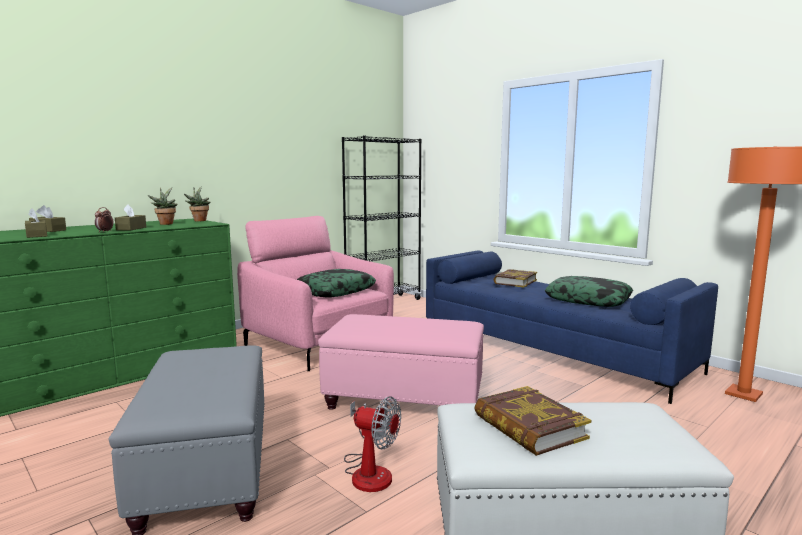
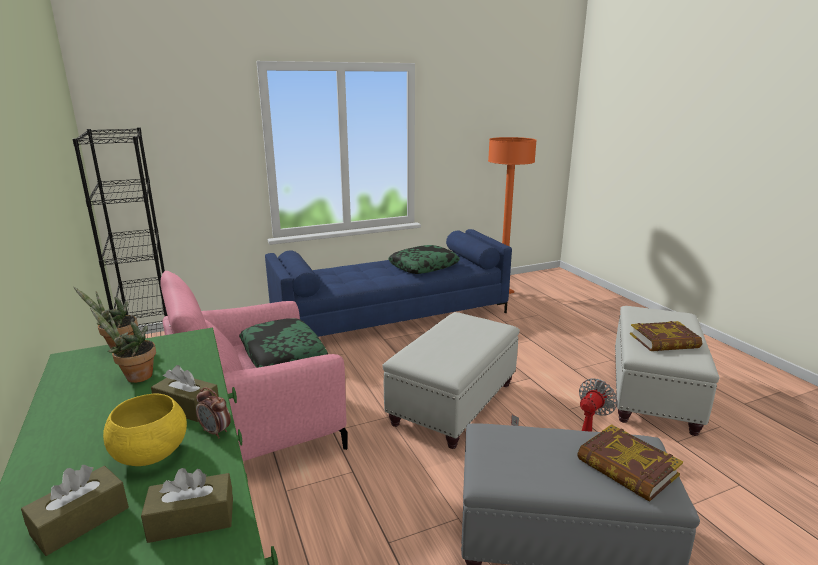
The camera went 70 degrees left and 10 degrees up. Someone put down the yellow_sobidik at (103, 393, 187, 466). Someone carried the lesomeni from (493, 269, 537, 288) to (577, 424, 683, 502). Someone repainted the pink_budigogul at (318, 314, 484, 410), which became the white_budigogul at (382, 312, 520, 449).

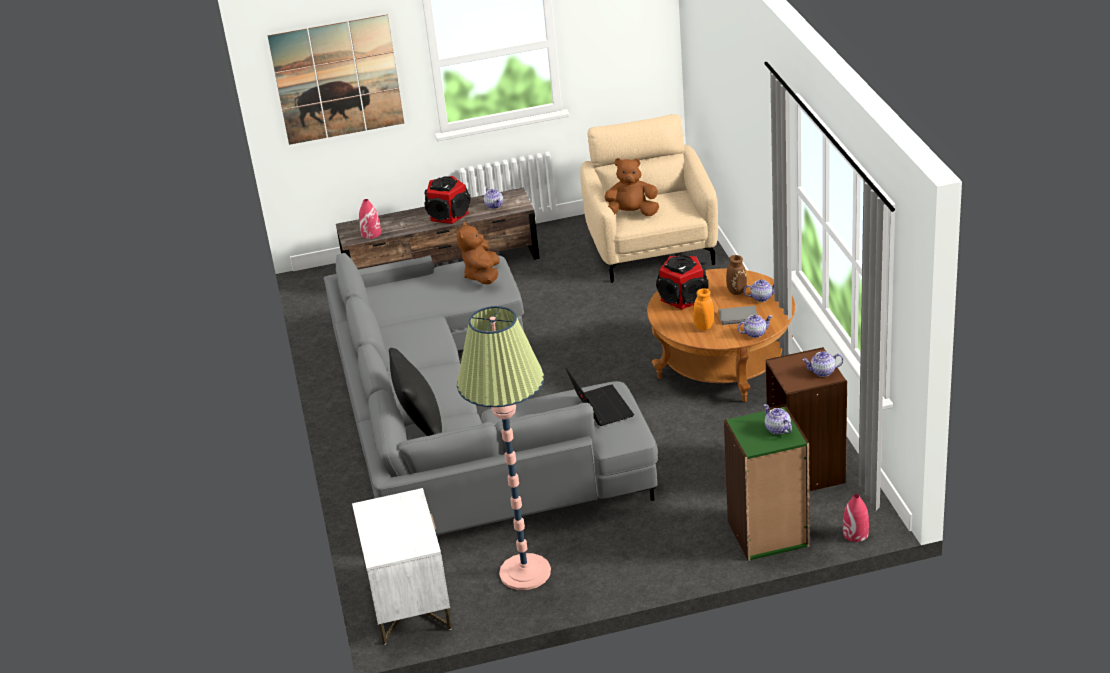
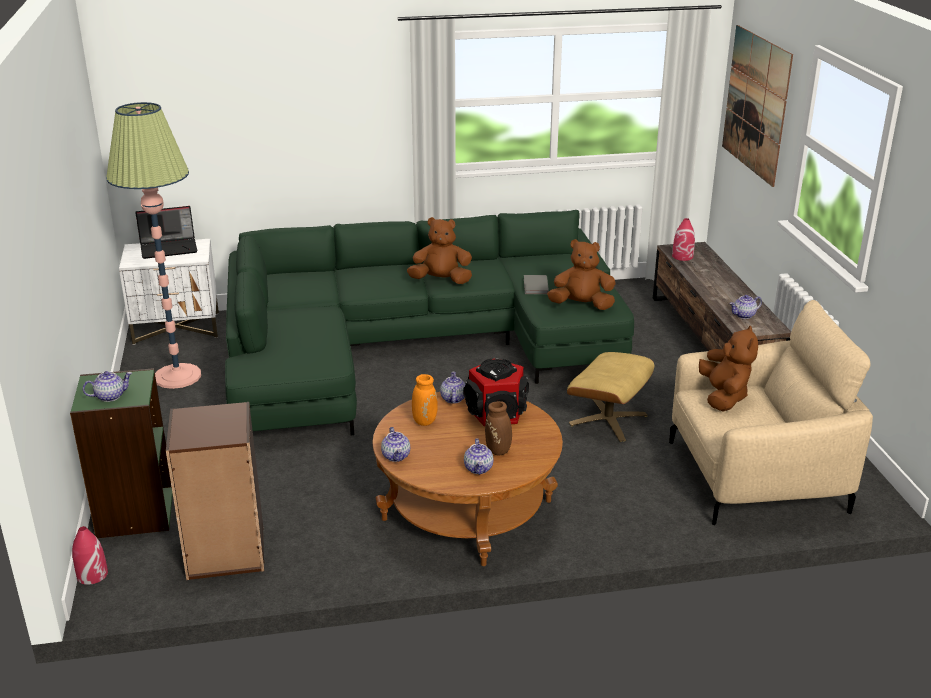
The camera went 90 degrees right and 5 degrees down. Someone took away the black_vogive at (389, 348, 442, 436). Someone took away the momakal at (424, 176, 471, 224). Someone put down the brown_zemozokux at (407, 217, 472, 284). Someone put down the beige_budigogul at (567, 352, 654, 442). Someone carried the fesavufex from (566, 368, 634, 426) to (135, 206, 197, 259). Someone carried the grey_lesomeni from (718, 306, 757, 325) to (524, 275, 549, 294). Someone carried the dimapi from (802, 351, 843, 377) to (440, 371, 465, 403). Someone repainted the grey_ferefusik at (324, 253, 658, 535), which became the green_ferefusik at (225, 210, 634, 435).

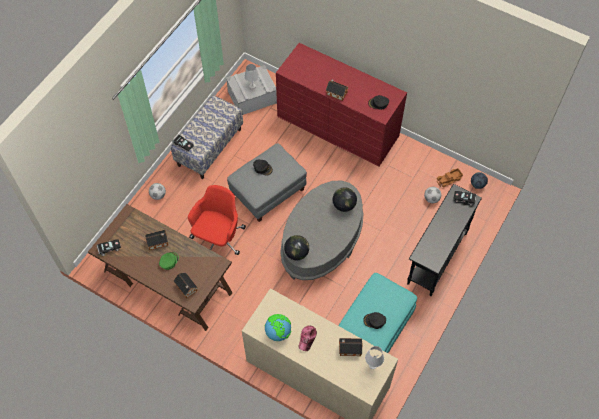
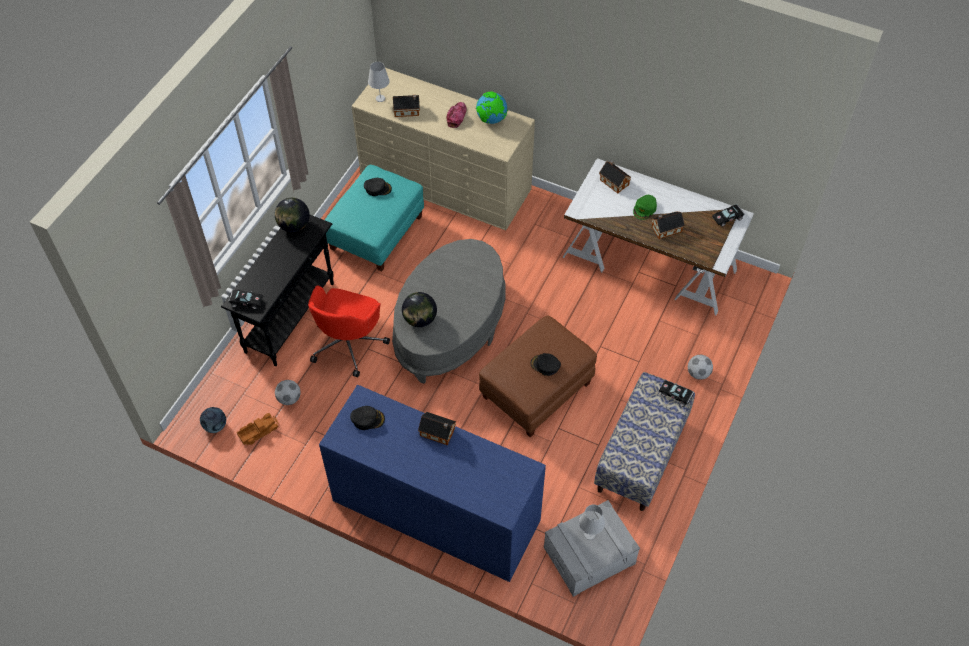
The camera went 175 degrees right and 5 degrees down. Someone carried the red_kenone from (188, 185, 246, 255) to (308, 285, 390, 377). Someone carried the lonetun from (284, 235, 309, 260) to (275, 198, 310, 232). Someone repainted the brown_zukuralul at (88, 204, 233, 331), which became the white_zukuralul at (562, 158, 754, 315). Someone repainted the grey_budigogul at (227, 143, 307, 222), which became the brown_budigogul at (479, 316, 597, 437). Someone repainted the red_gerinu at (276, 43, 407, 166), which became the blue_gerinu at (319, 385, 546, 582).

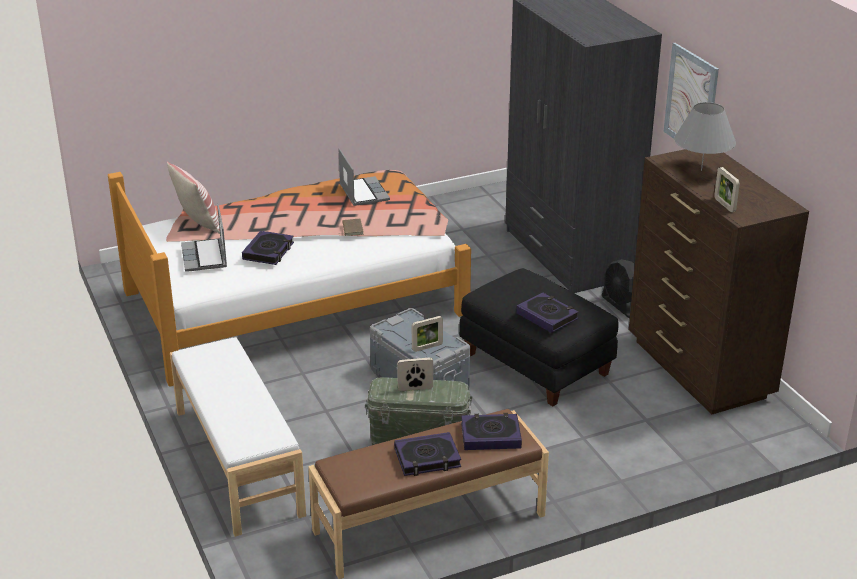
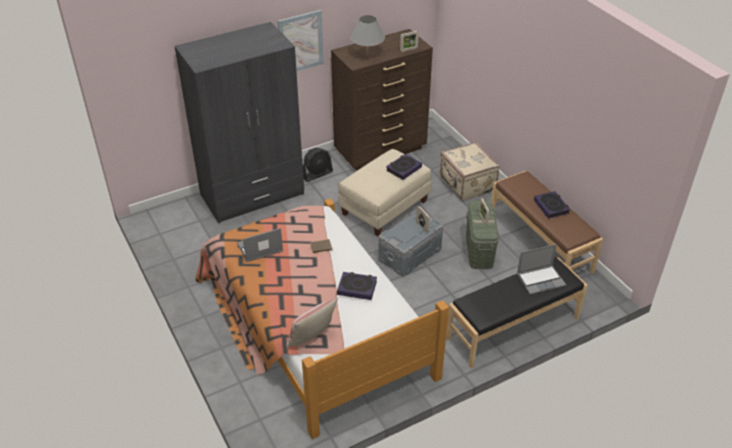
The camera went 95 degrees left and 10 degrees up. Someone took away the lesomeni at (461, 413, 522, 450). Someone put down the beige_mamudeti at (440, 142, 500, 201). Someone carried the fesavufex from (181, 203, 227, 272) to (517, 244, 566, 295). Someone repainted the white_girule at (170, 337, 306, 537), which became the black_girule at (446, 257, 587, 368). Someone repainted the black_budigogul at (459, 268, 618, 406), which became the beige_budigogul at (338, 149, 432, 236).

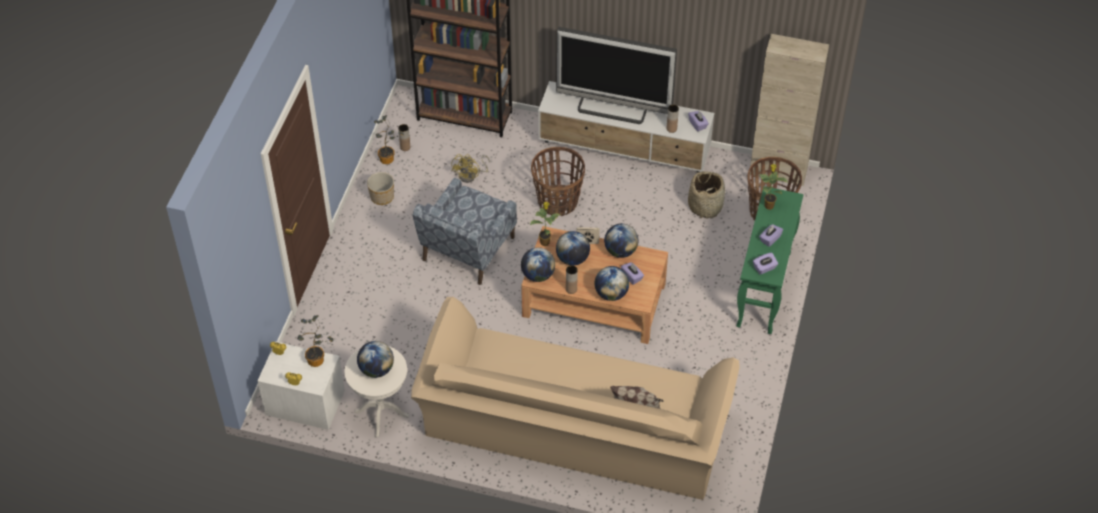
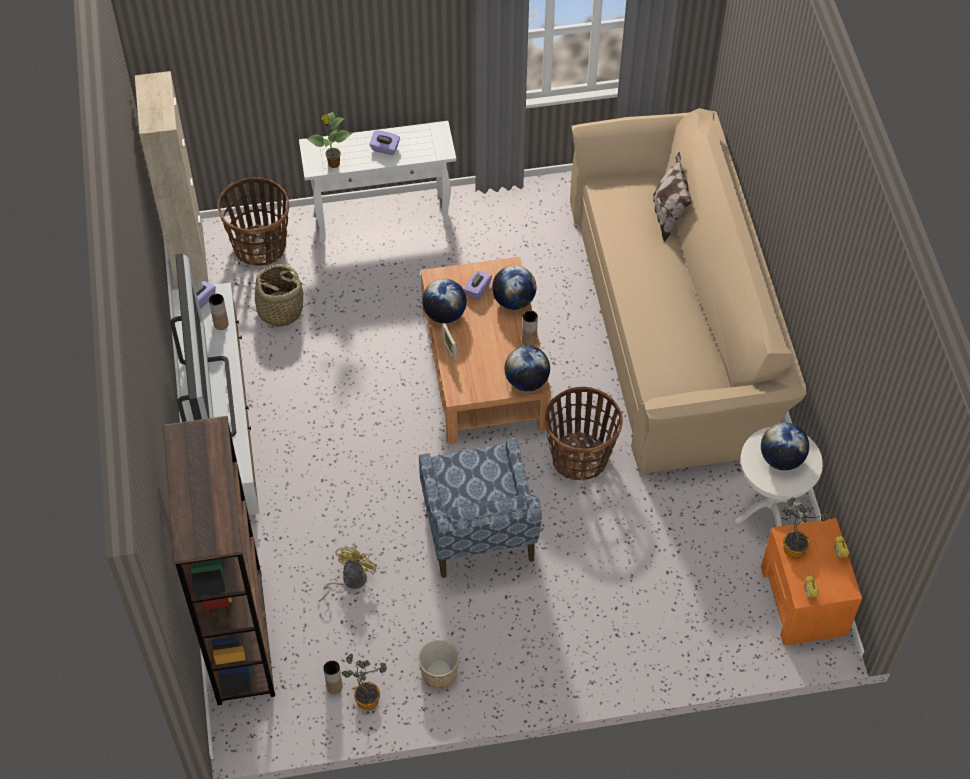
The camera went 115 degrees left and 5 degrees up. Someone took away the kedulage at (530, 202, 561, 246). Someone took away the lonetun at (556, 231, 590, 266). Someone took away the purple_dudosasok at (753, 253, 778, 275). Someone carried the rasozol from (531, 147, 585, 216) to (545, 387, 623, 480). Someone repainted the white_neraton at (257, 342, 345, 430), which became the orange_neraton at (761, 518, 862, 645). Someone repainted the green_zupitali at (736, 186, 804, 334), which became the white_zupitali at (299, 121, 456, 243). Someone rotated the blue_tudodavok at (413, 178, 517, 285) by 75 degrees clockwise. Someone rotated the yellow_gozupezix at (451, 154, 490, 183) by 60 degrees counterclockwise.

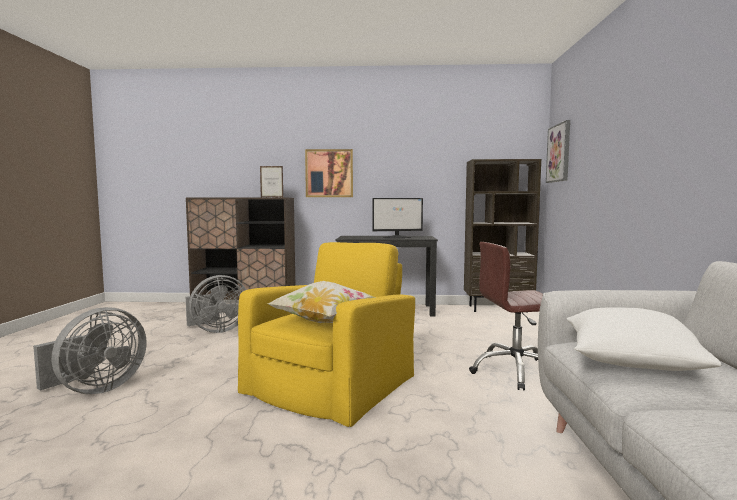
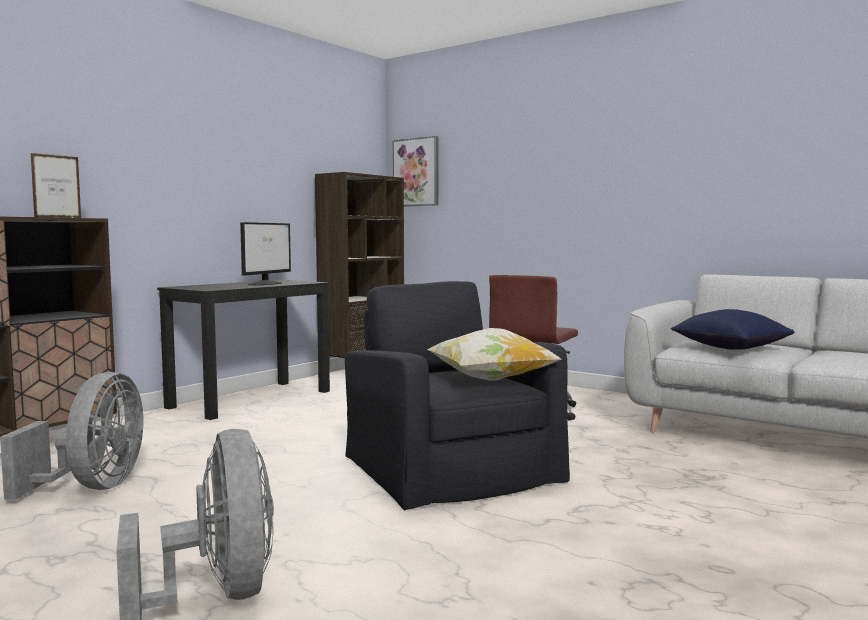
The camera went 55 degrees left and 0 degrees up. Someone took away the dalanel at (305, 149, 353, 197). Someone repainted the yellow_tudodavok at (238, 242, 415, 427), which became the black_tudodavok at (345, 281, 570, 511). Someone repainted the white_vogive at (567, 307, 721, 371), which became the blue_vogive at (671, 309, 795, 350).

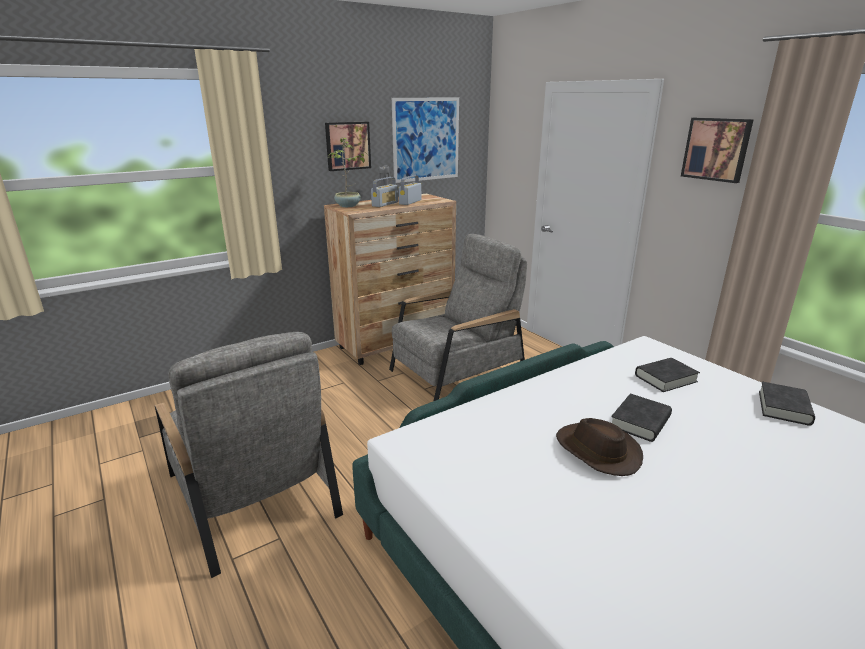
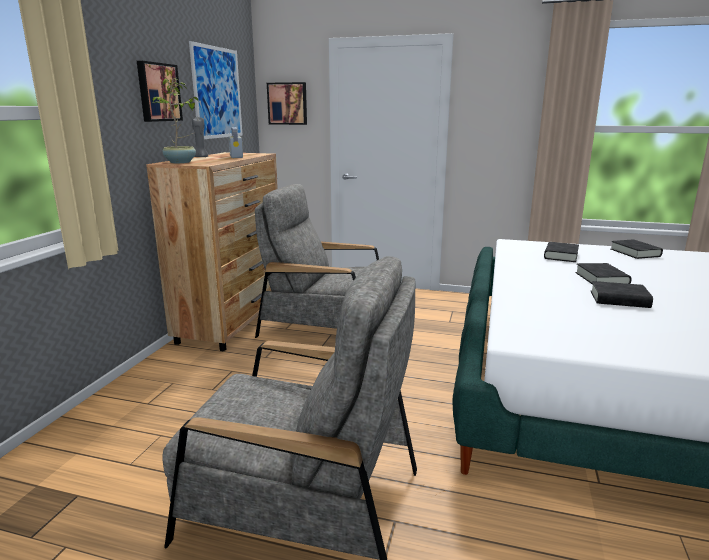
The camera went 40 degrees left and 5 degrees down. Someone took away the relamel at (371, 177, 398, 207). Someone carried the dalanel from (681, 118, 754, 183) to (267, 82, 307, 125). Someone swapped the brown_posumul at (556, 418, 643, 476) for the black_lesomeni at (591, 281, 653, 308). Someone rotated the grey_tudodavok at (389, 234, 527, 401) by 90 degrees counterclockwise.

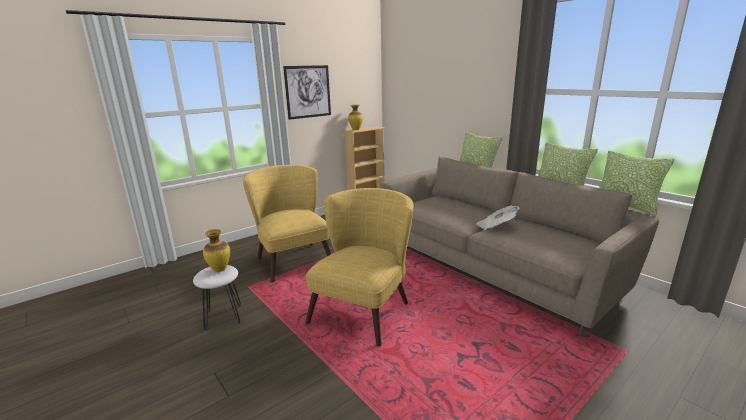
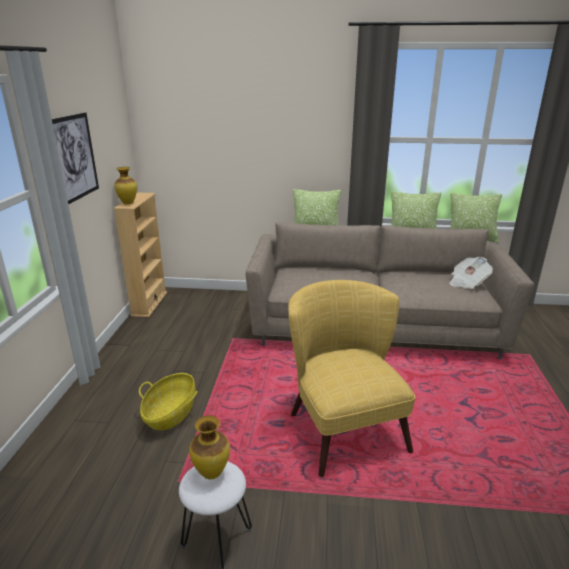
The camera went 45 degrees left and 5 degrees up. Someone carried the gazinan from (476, 205, 520, 230) to (449, 257, 493, 289). Someone swapped the yellow_tudodavok at (243, 165, 331, 282) for the rasozol at (139, 373, 198, 430).

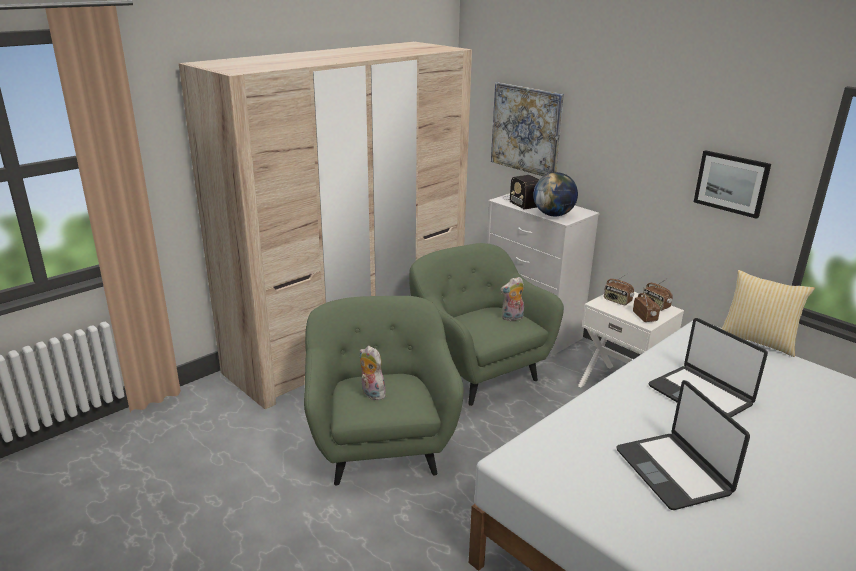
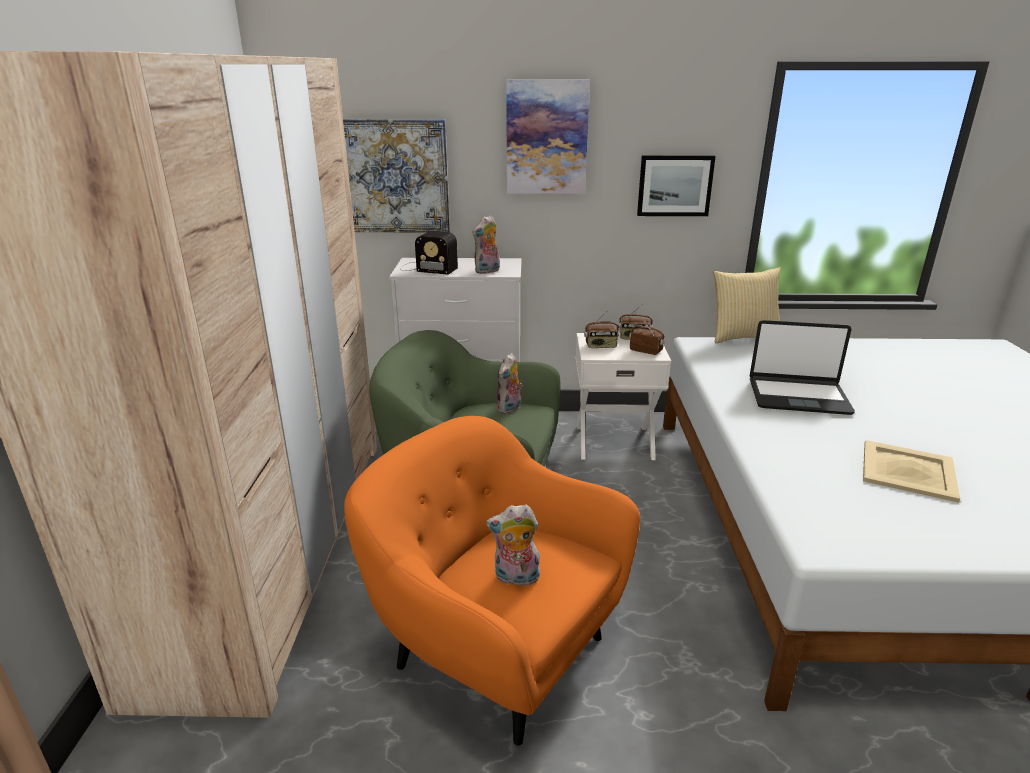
The camera went 45 degrees left and 0 degrees up. Someone put up the dalanel at (506, 79, 590, 194). Someone swapped the lonetun at (533, 172, 578, 216) for the zemozokux at (472, 215, 500, 274). Someone swapped the fesavufex at (616, 380, 750, 510) for the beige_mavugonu at (863, 440, 960, 503). Someone repainted the green_tudodavok at (304, 296, 464, 486), which became the orange_tudodavok at (344, 416, 640, 746).

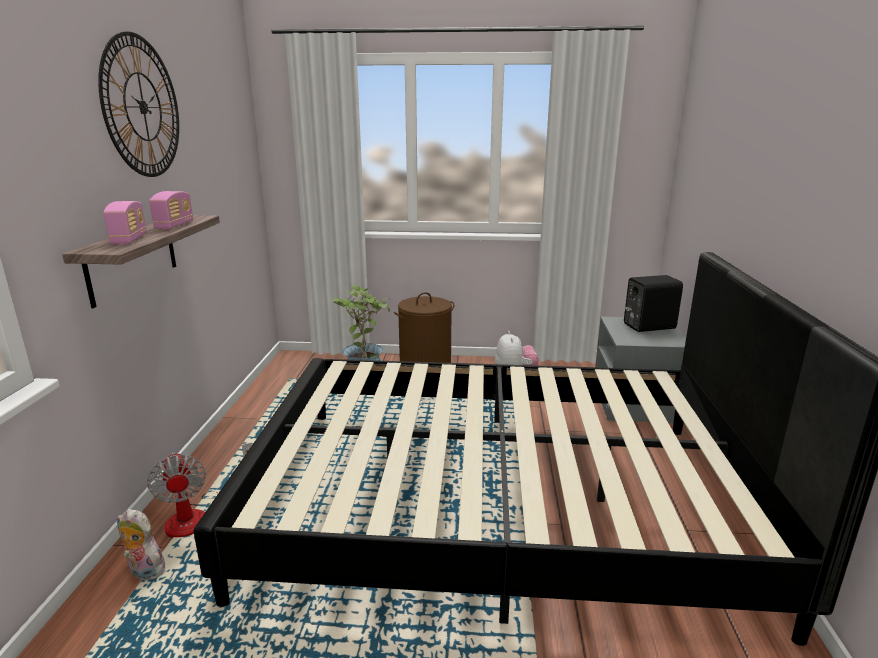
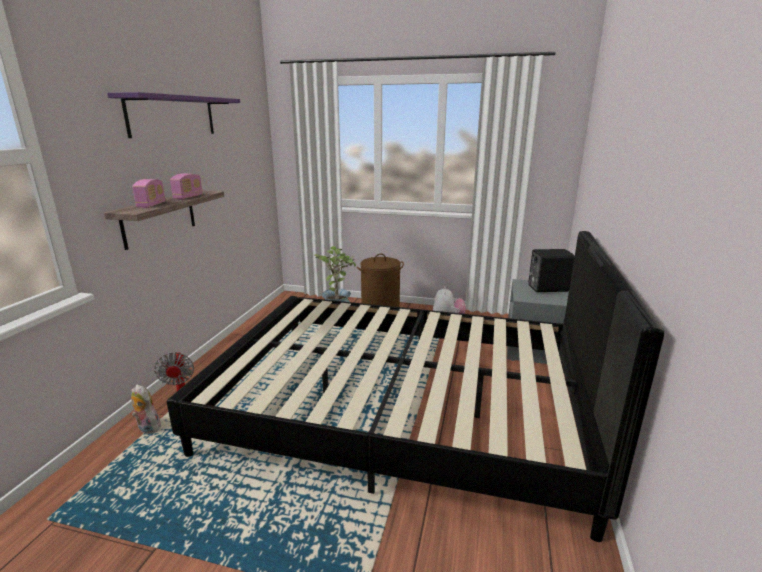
The camera went 10 degrees right and 0 degrees up. Someone swapped the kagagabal at (98, 31, 179, 177) for the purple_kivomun at (107, 92, 240, 138).

